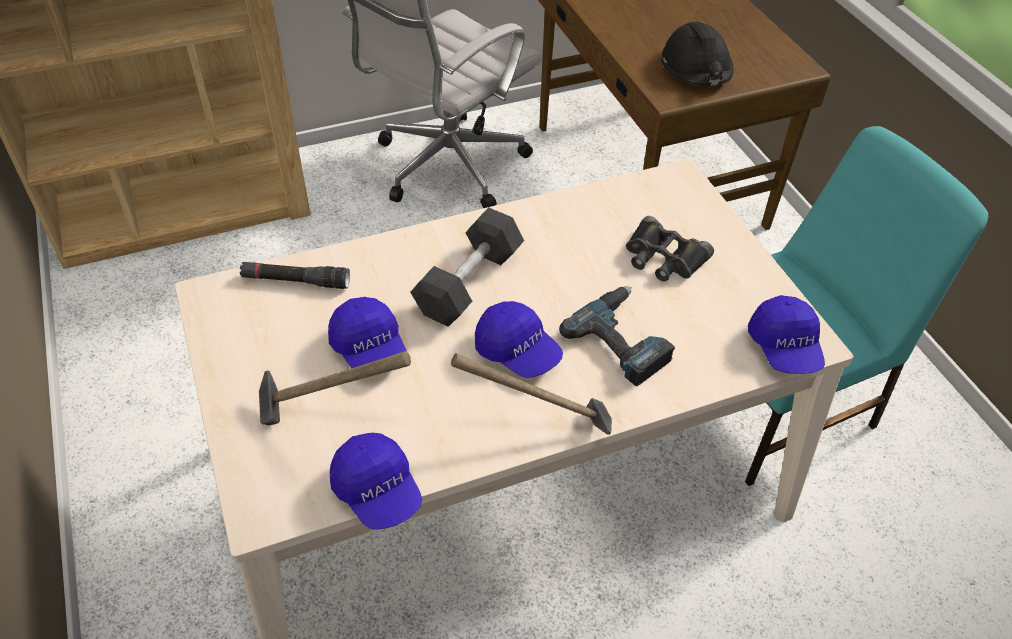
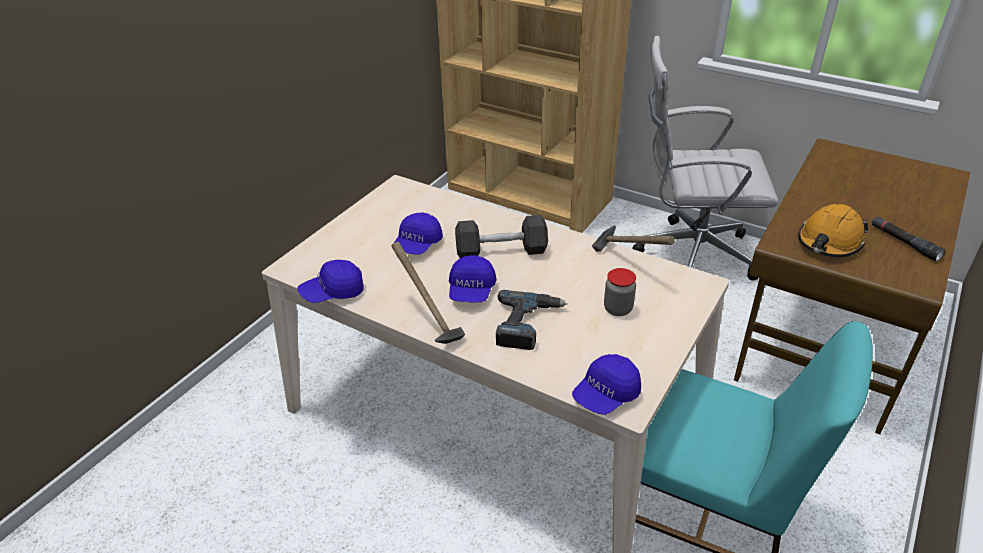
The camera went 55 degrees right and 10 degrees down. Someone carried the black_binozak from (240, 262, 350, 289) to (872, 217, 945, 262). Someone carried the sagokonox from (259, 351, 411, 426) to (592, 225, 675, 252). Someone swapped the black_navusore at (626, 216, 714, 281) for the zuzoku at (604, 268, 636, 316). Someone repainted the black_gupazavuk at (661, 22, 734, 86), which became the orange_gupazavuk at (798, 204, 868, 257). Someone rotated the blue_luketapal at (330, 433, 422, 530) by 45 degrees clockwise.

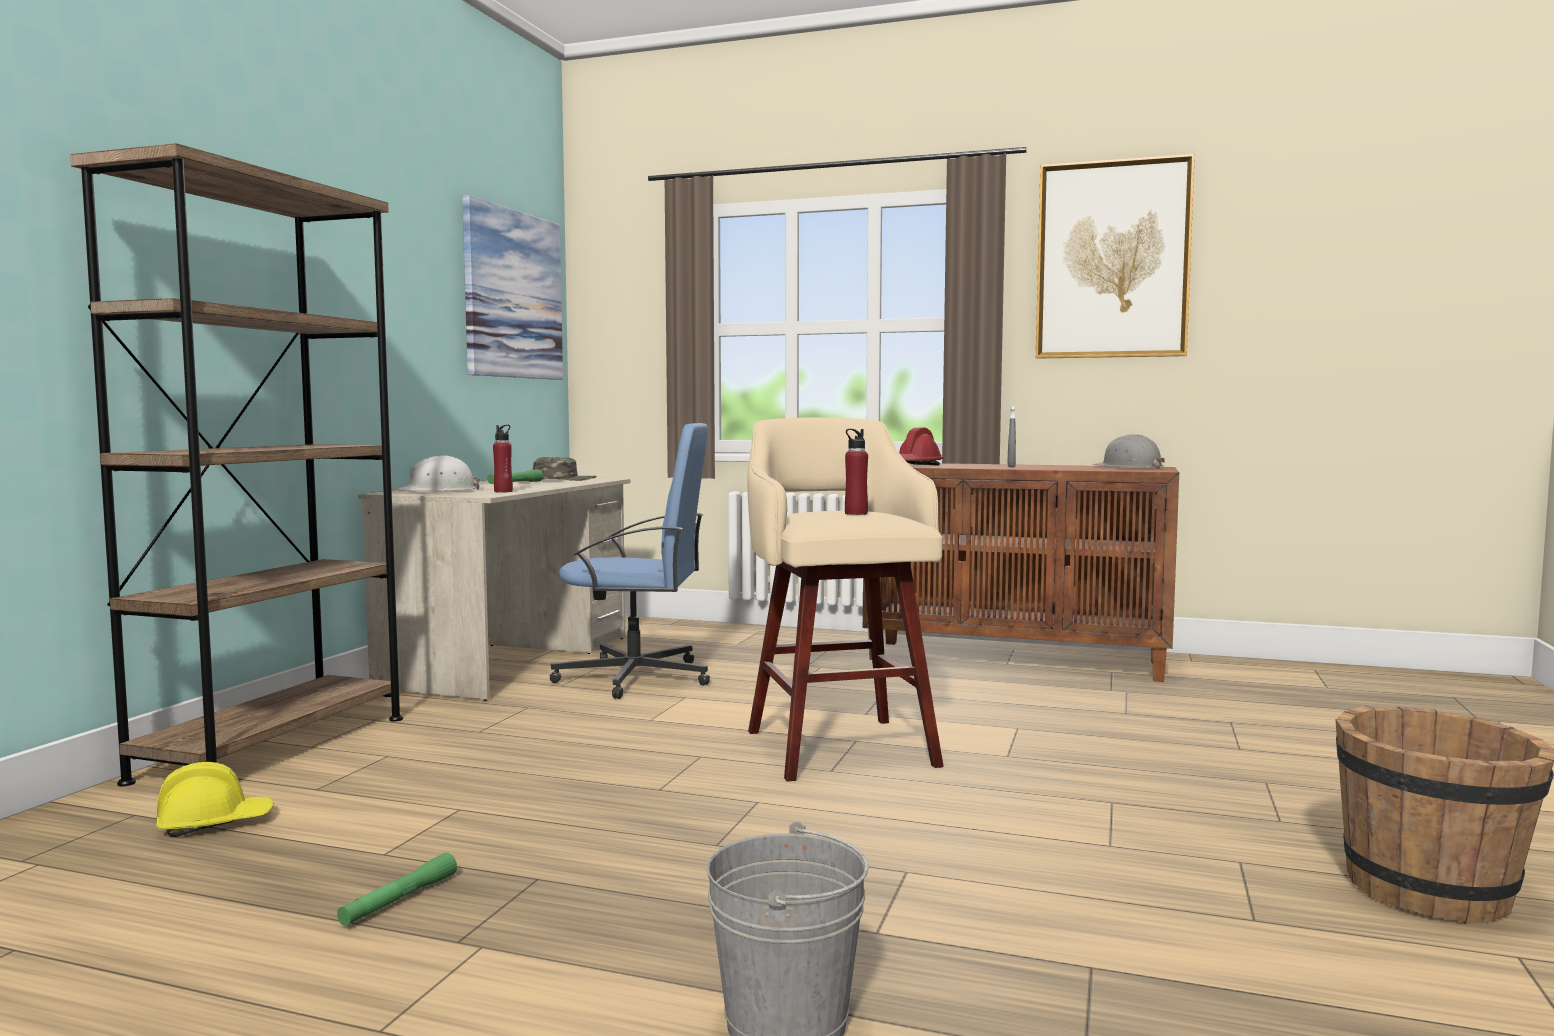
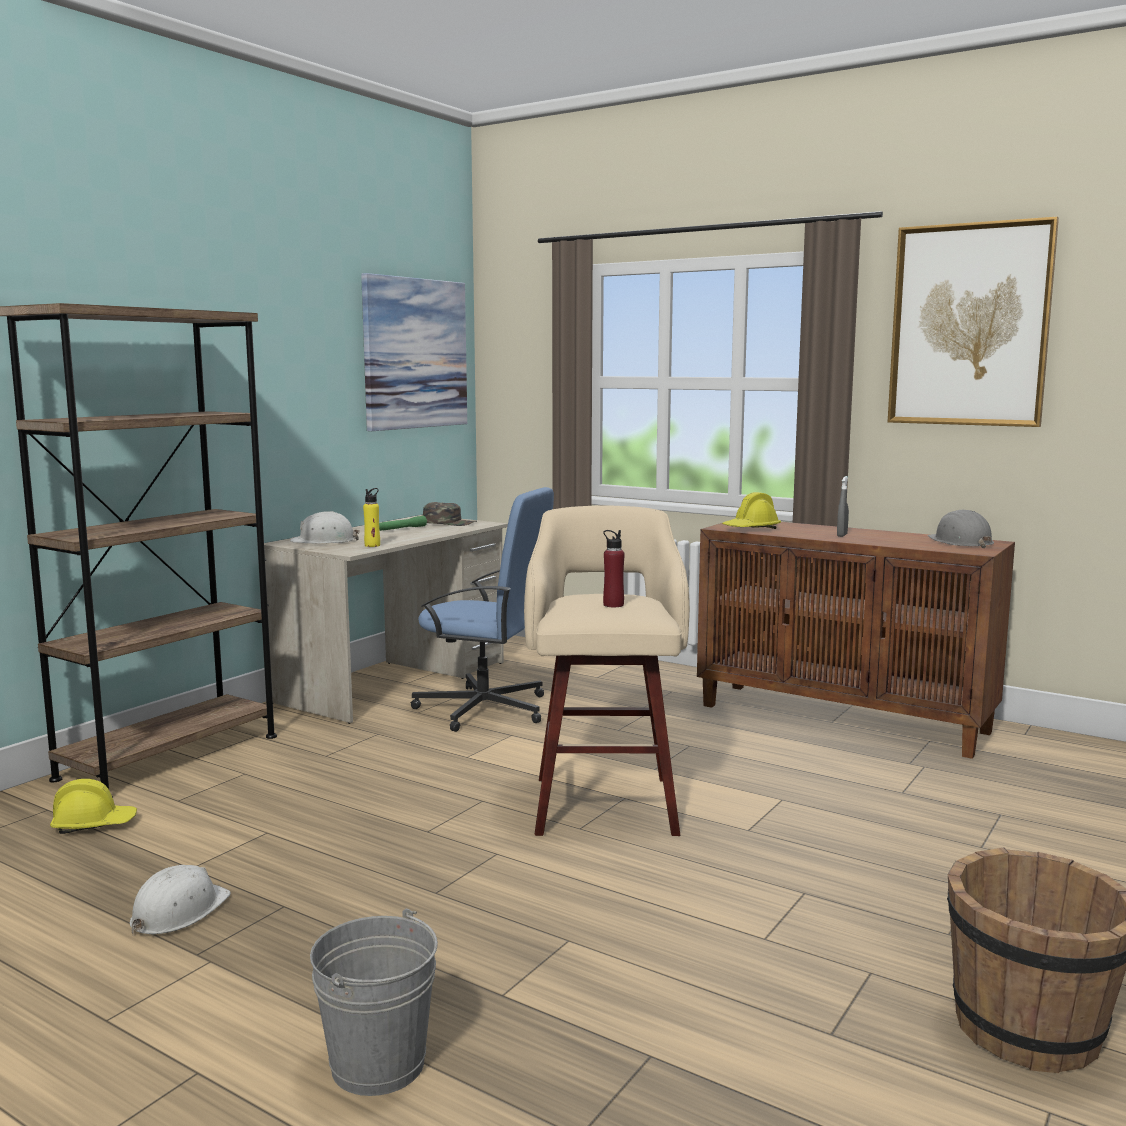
The camera went 15 degrees right and 5 degrees up. Someone swapped the green_binozak at (337, 852, 457, 926) for the white_gupazavuk at (130, 865, 231, 934). Someone repainted the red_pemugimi at (493, 425, 513, 493), which became the yellow_pemugimi at (363, 488, 380, 547). Someone repainted the red_gupazavuk at (899, 427, 944, 466), which became the yellow_gupazavuk at (722, 492, 781, 529).

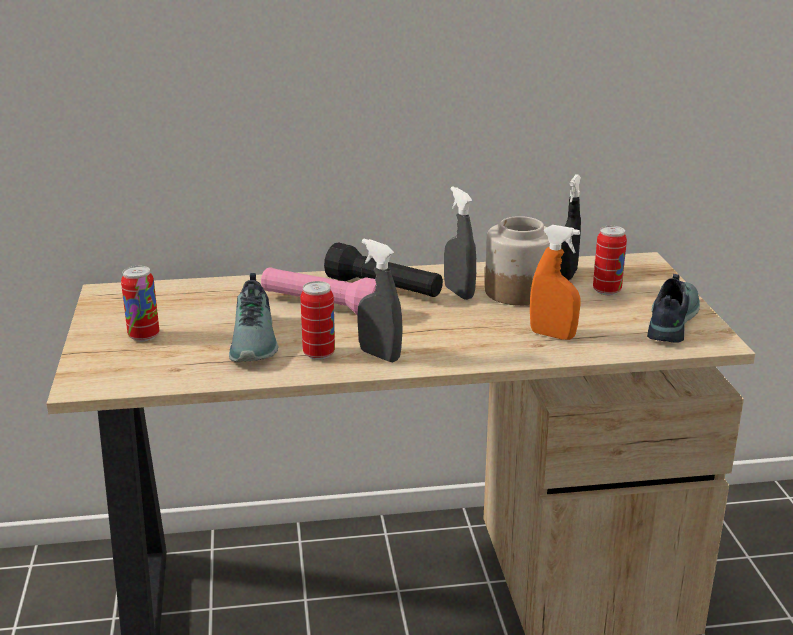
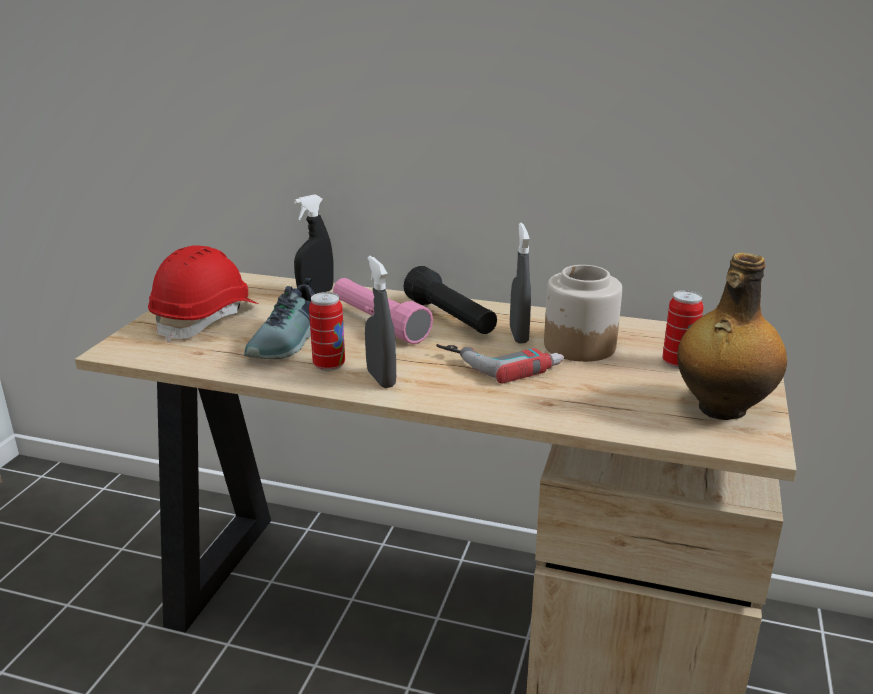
The camera went 25 degrees right and 0 degrees up. Someone took away the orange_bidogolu at (530, 225, 580, 340). Someone put down the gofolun at (436, 344, 564, 384). Someone carried the black_bidogolu from (560, 174, 581, 280) to (294, 194, 334, 294). Someone swapped the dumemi at (121, 266, 159, 342) for the red_gupazavuk at (148, 246, 259, 343). Someone swapped the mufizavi at (647, 274, 700, 343) for the pemugimi at (677, 252, 787, 420).

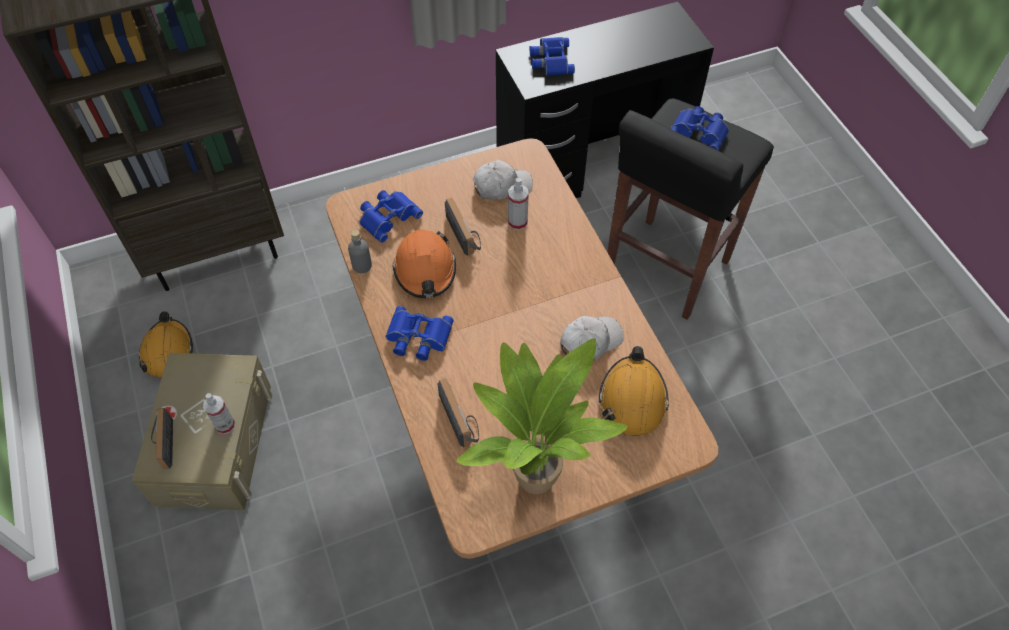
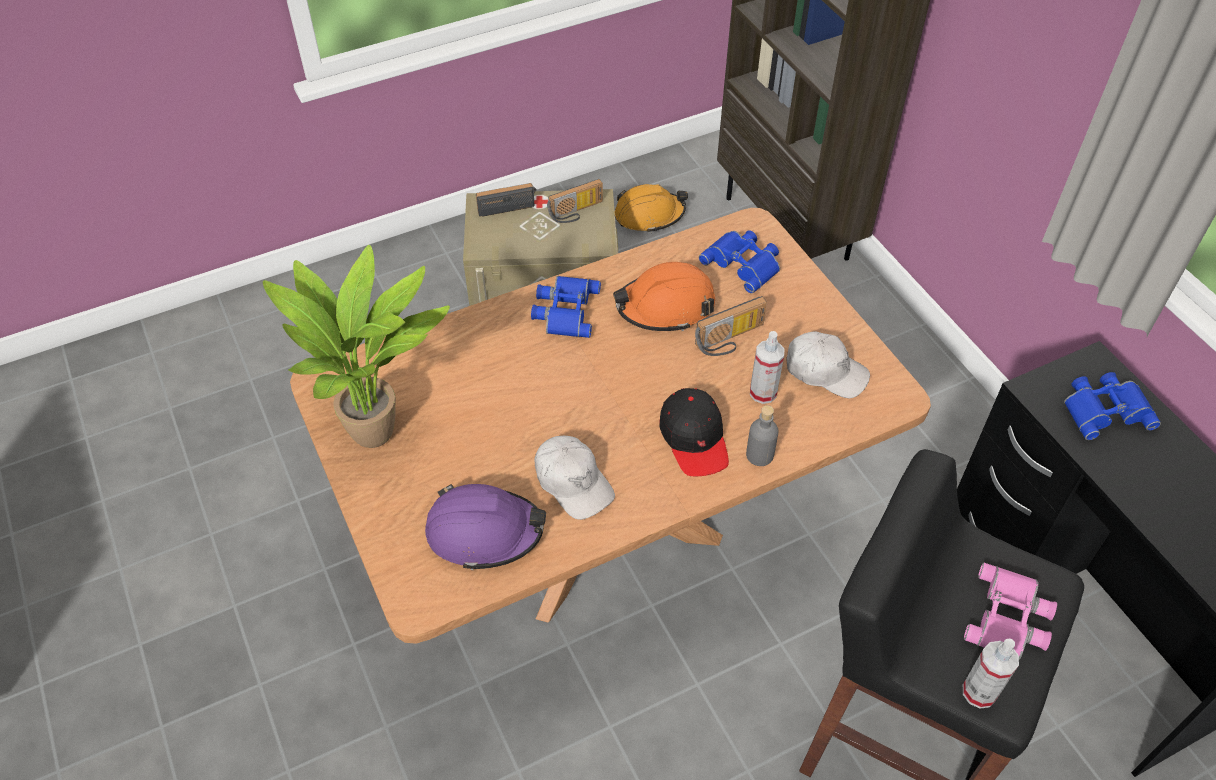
The camera went 85 degrees right and 5 degrees down. Someone put down the black_luketapal at (660, 388, 729, 476). Someone carried the bidogolu from (203, 393, 235, 434) to (963, 638, 1019, 709). Someone carried the grey_pemugimi from (348, 229, 372, 273) to (746, 405, 779, 466). Someone carried the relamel from (438, 378, 479, 447) to (547, 179, 603, 223). Someone repainted the orange_gupazavuk at (599, 346, 669, 436), which became the purple_gupazavuk at (425, 484, 546, 570). Someone repainted the blue_navusore at (671, 106, 729, 150), which became the pink_navusore at (964, 563, 1057, 660). Someone rotated the white_luketapal at (473, 160, 533, 200) by 45 degrees counterclockwise.

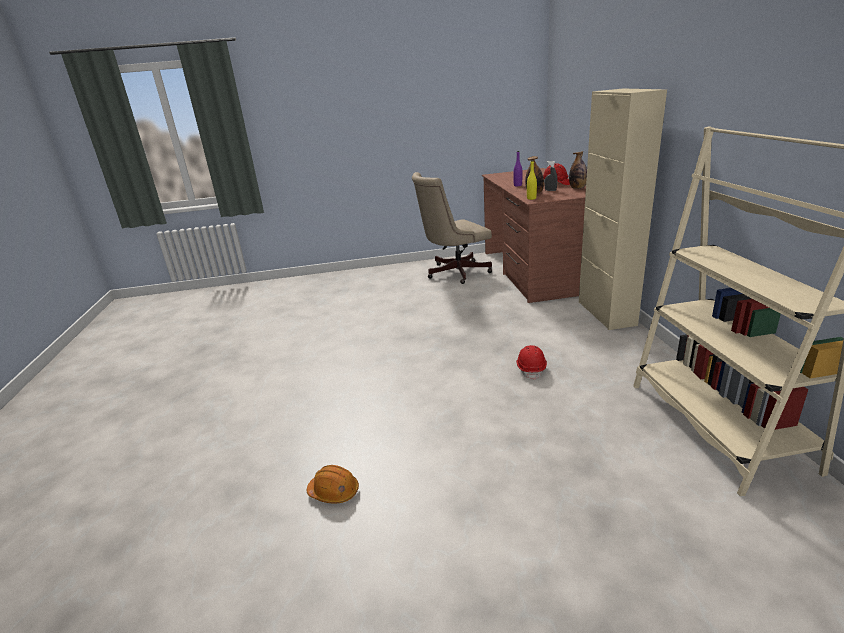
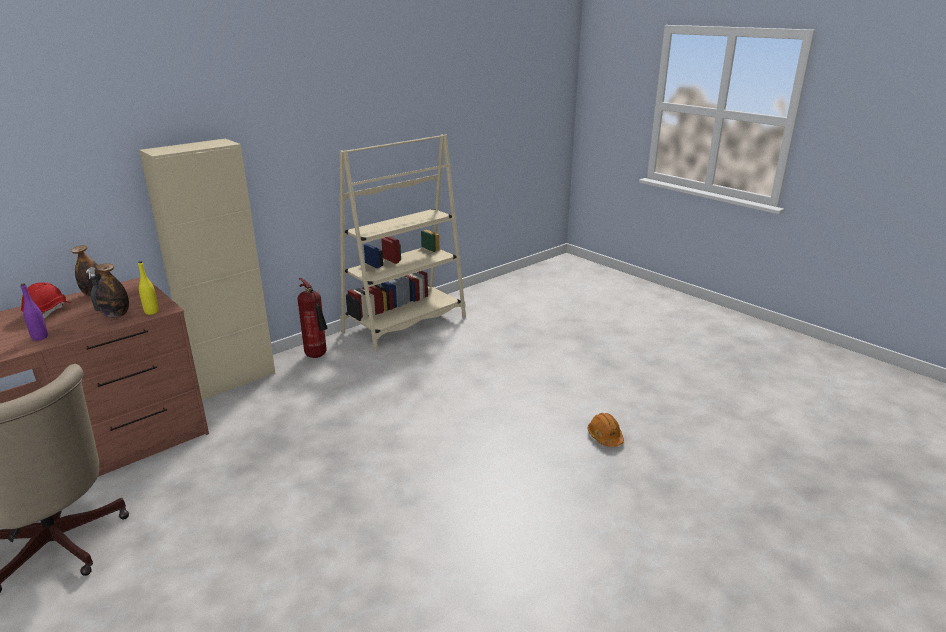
The camera went 125 degrees left and 0 degrees up. Someone took away the red_gupazavuk at (516, 345, 547, 380). Someone put down the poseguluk at (298, 278, 328, 358).

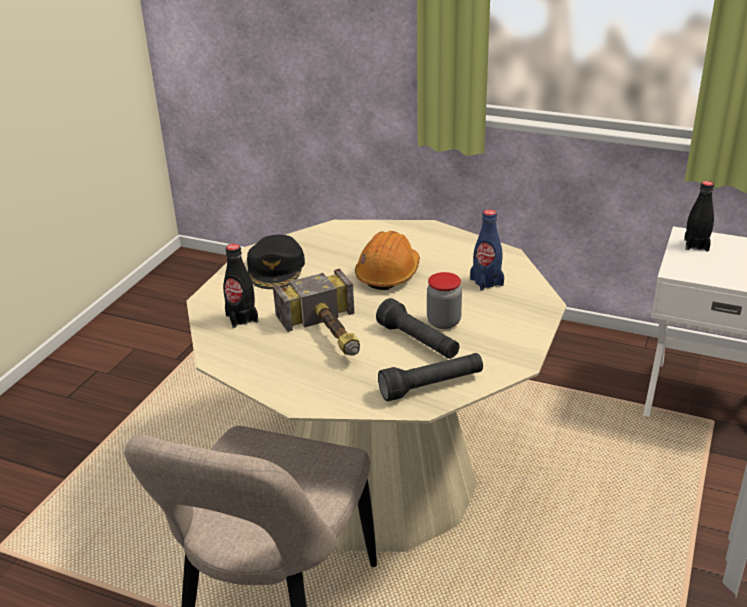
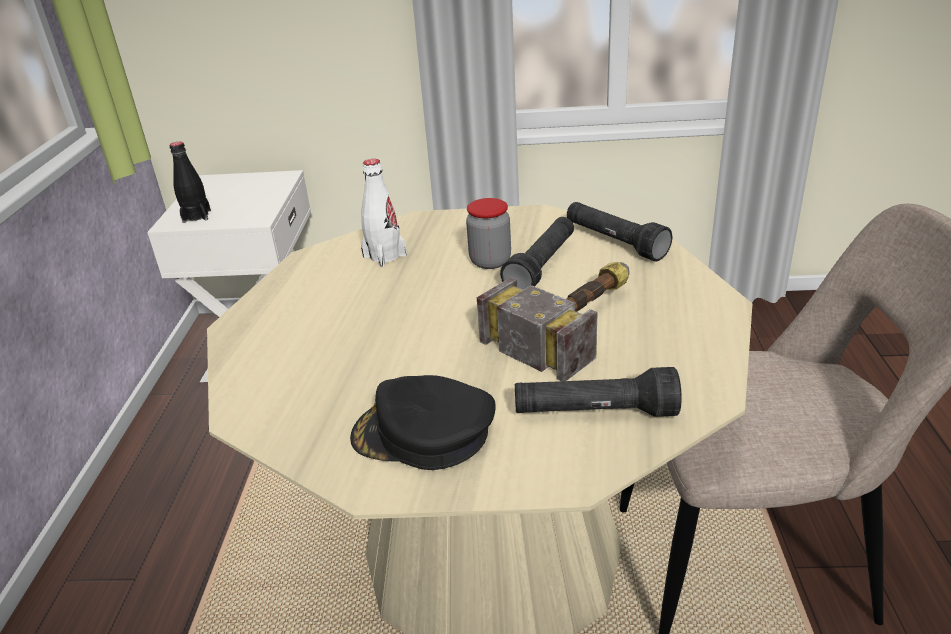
The camera went 110 degrees left and 0 degrees up. Someone took away the orange_gupazavuk at (355, 231, 420, 290). Someone swapped the black_pemugimi at (223, 244, 258, 328) for the black_binozak at (515, 367, 682, 417). Someone repainted the blue_pemugimi at (470, 209, 504, 291), which became the white_pemugimi at (361, 159, 407, 267). Someone rotated the black_luketapal at (247, 235, 305, 289) by 150 degrees counterclockwise.

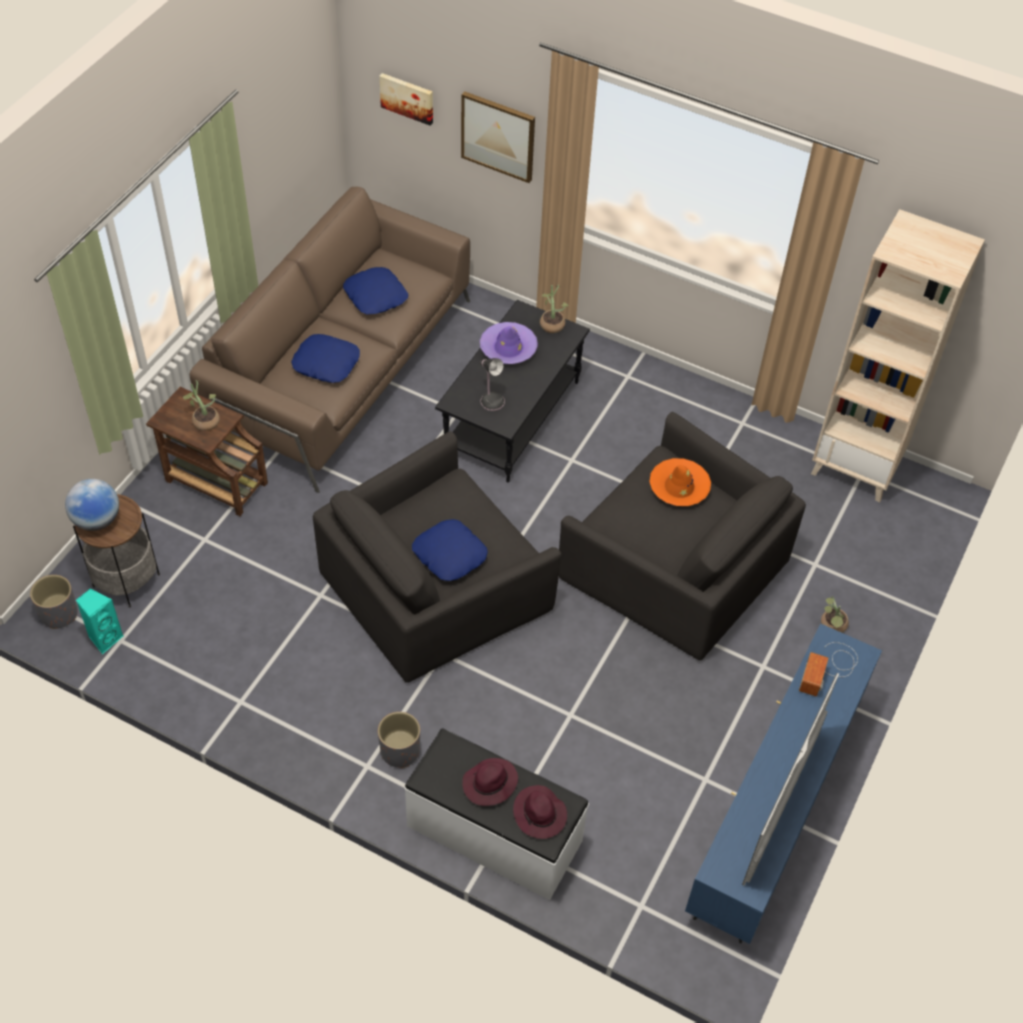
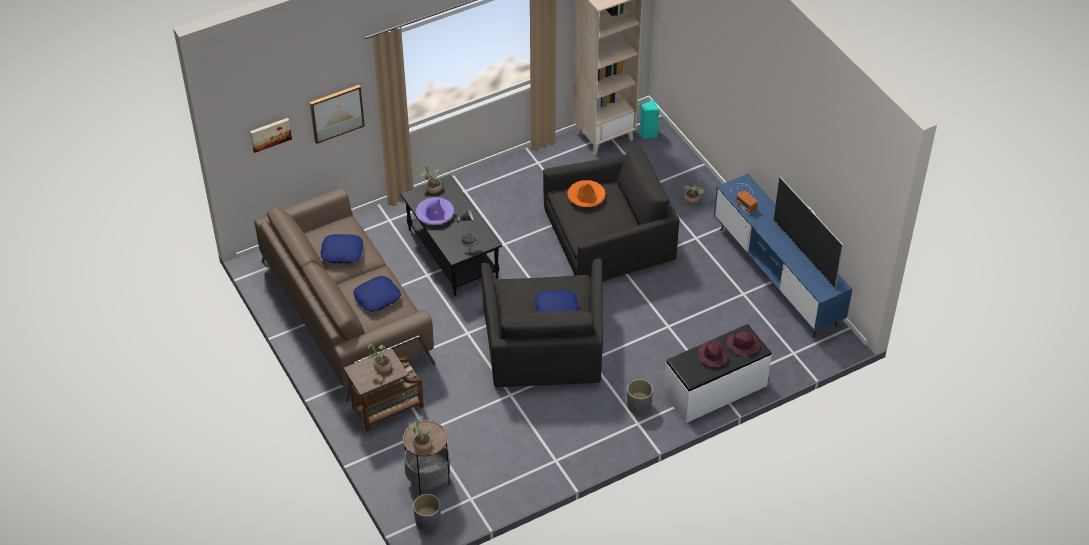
The camera went 55 degrees left and 5 degrees down. Someone carried the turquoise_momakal from (76, 588, 123, 654) to (639, 99, 659, 138). Someone swapped the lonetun at (65, 479, 119, 531) for the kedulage at (409, 415, 432, 451).

